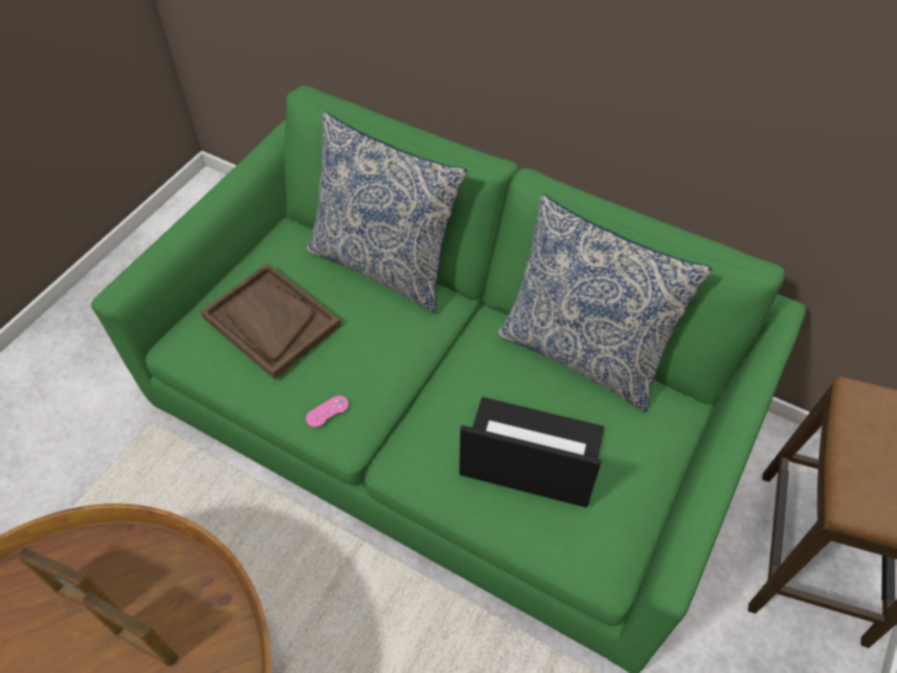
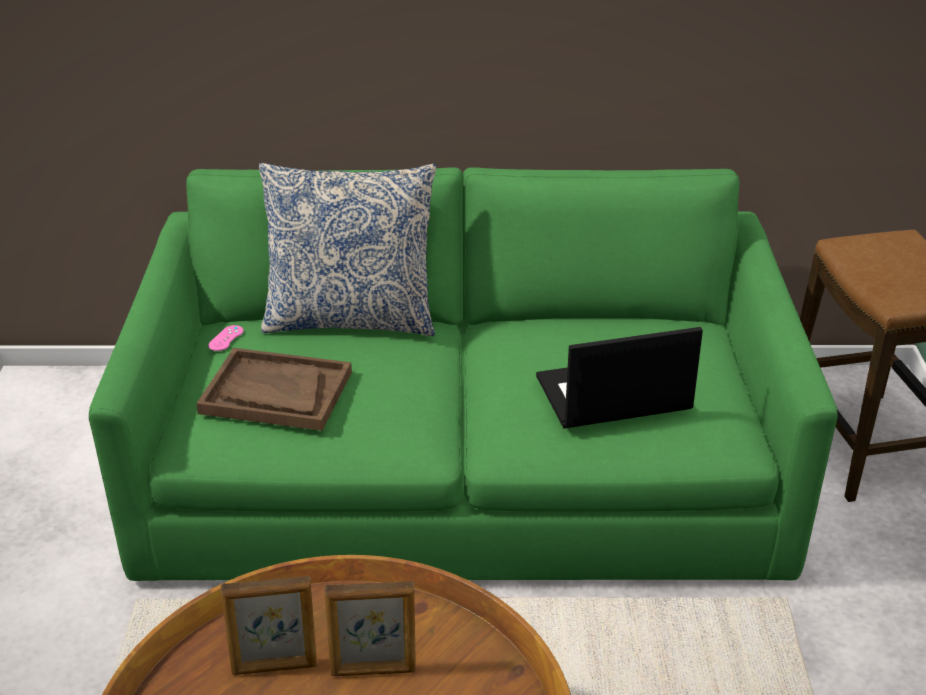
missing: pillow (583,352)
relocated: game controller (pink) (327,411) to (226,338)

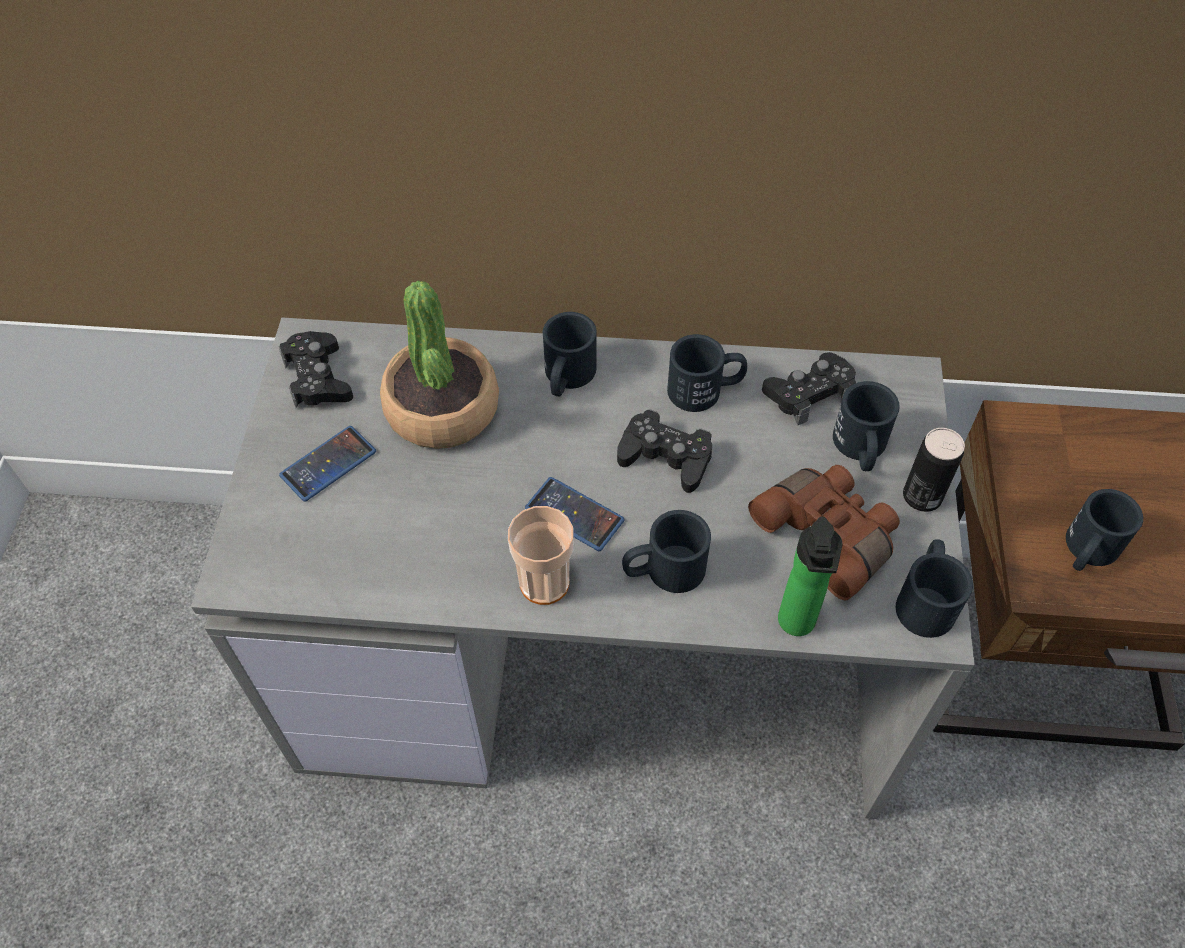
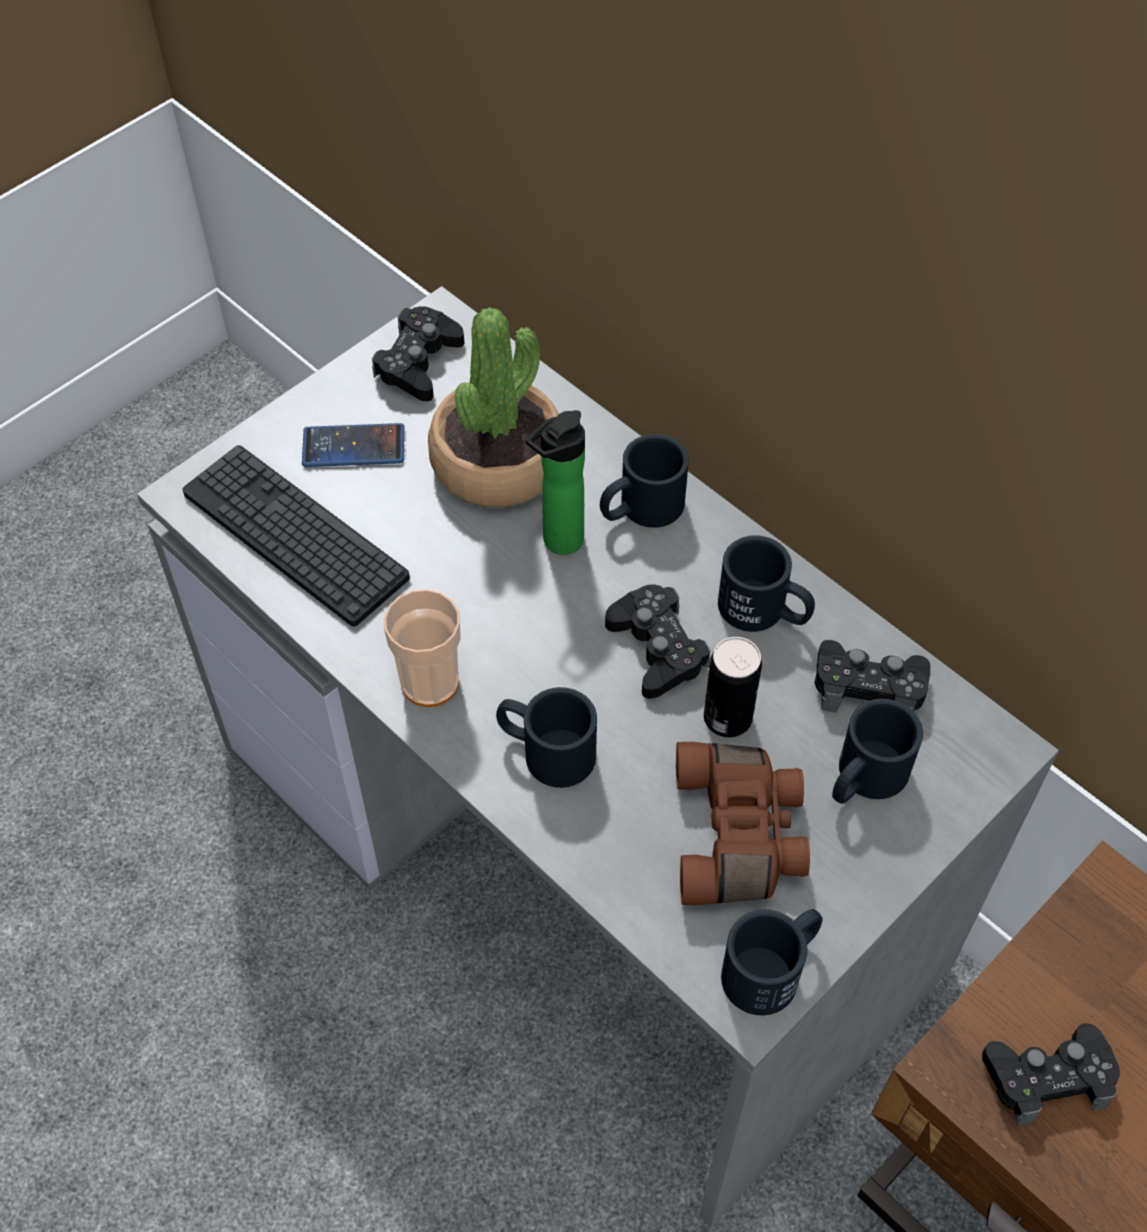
missing: phone (574,514)
appeared: keyboard (294,535)
relocated: can (922,496) to (727,717); bottle (796,625) to (558,543)
exchanged: mug (black) (1087,551) to game controller (black) (1047,1077)

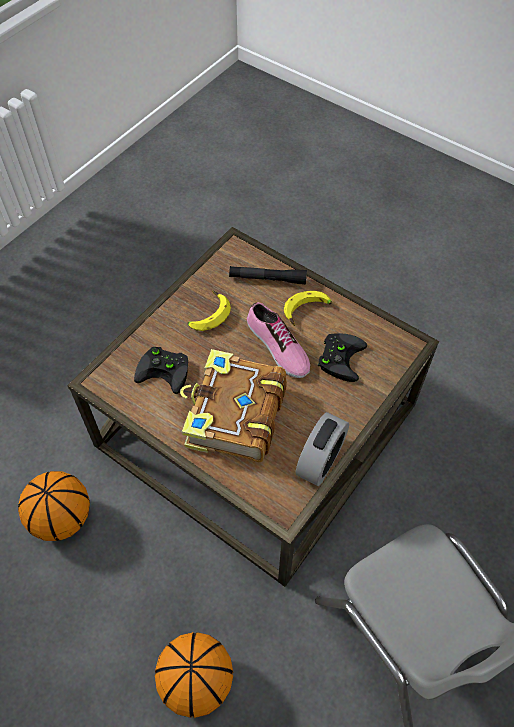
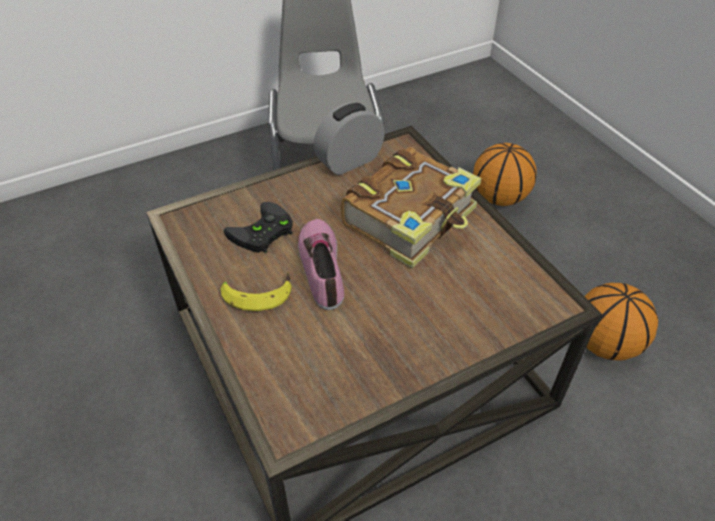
missing: flashlight (black) (267,279); banana (207,314); game controller (black) (166,370)

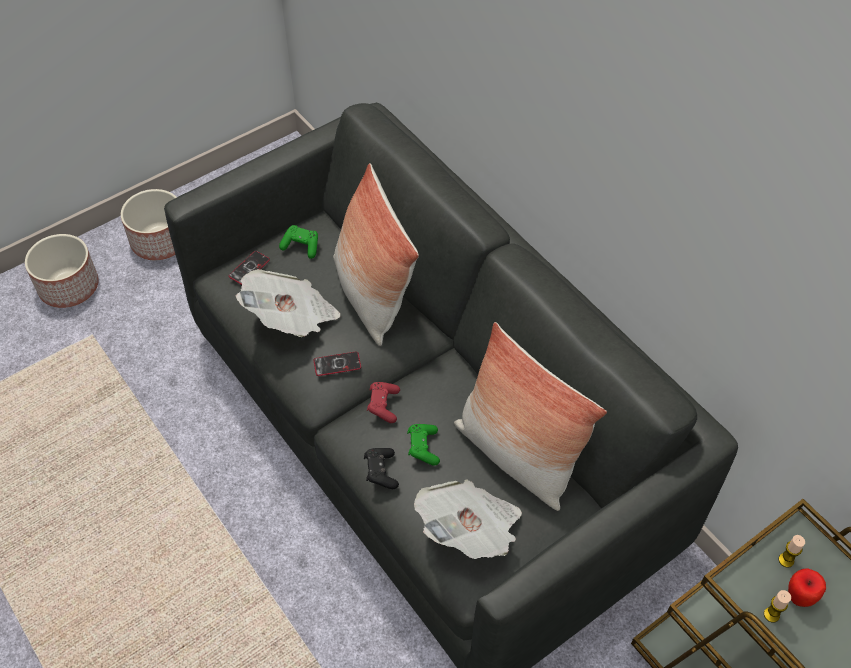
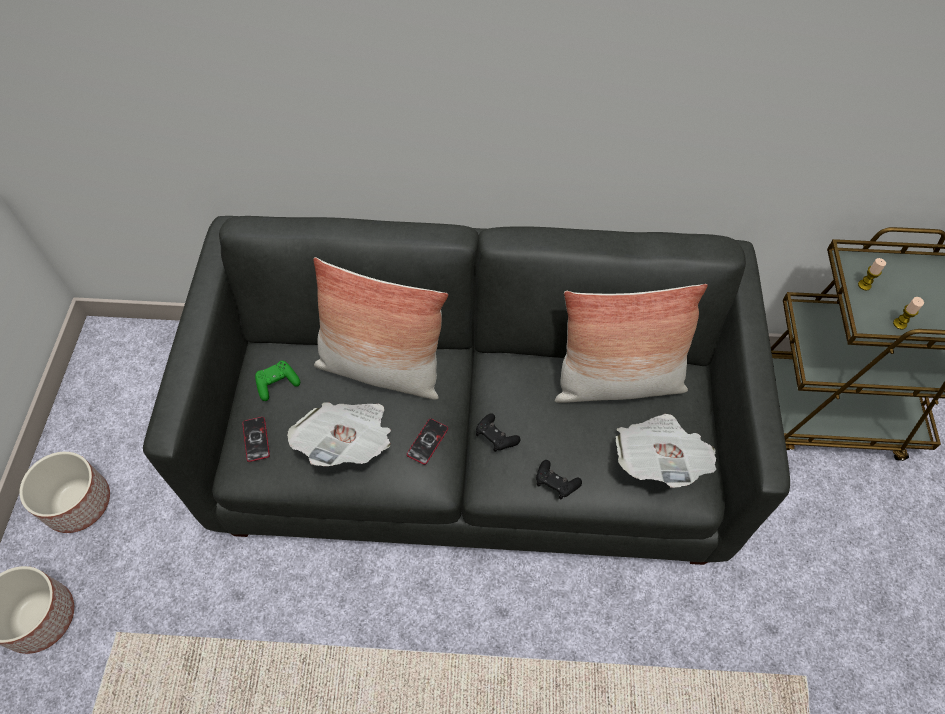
missing: game controller (green) (423,448); apple (799,597)
colour: game controller (red) (383,405) to game controller (black) (495,437)

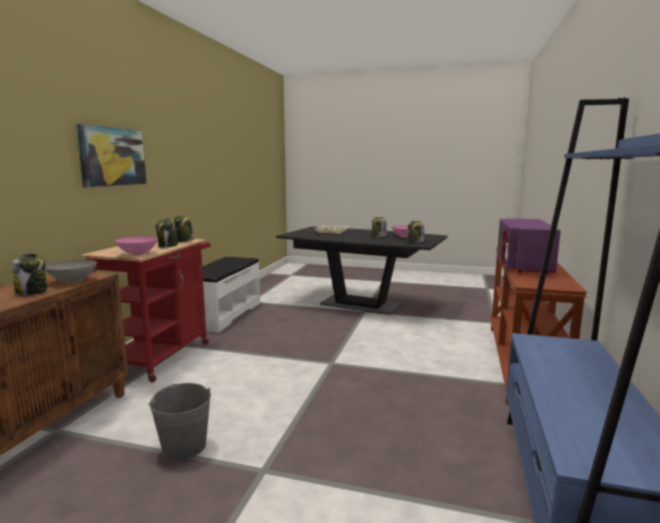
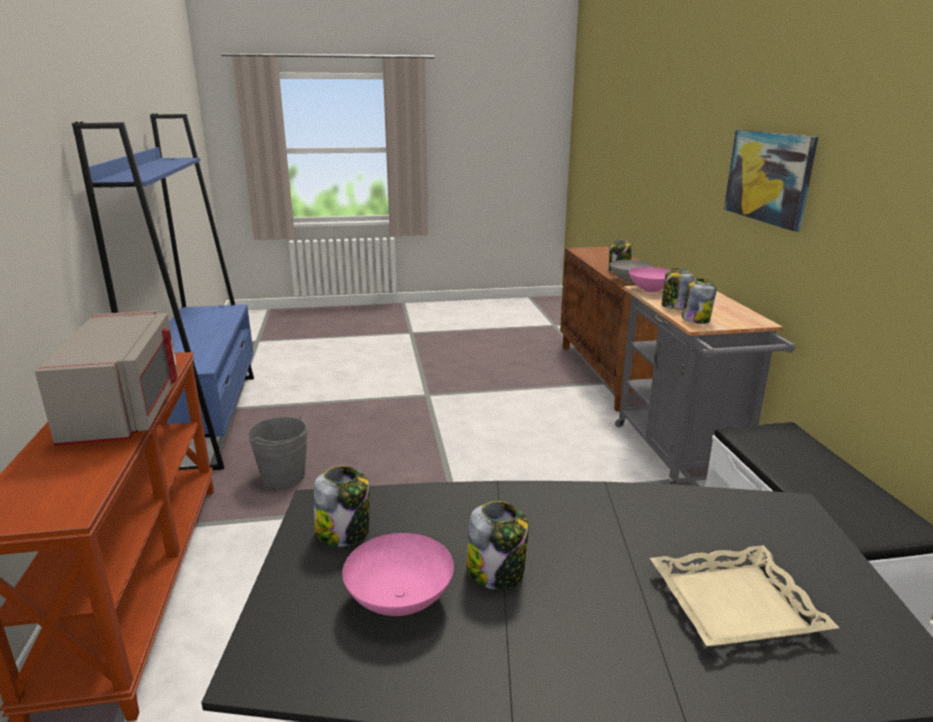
relocated: bucket (grey) (184,446) to (283,477)
colour: microwave (purple) (522,265) to microwave (grey) (126,410); cart (red) (162,355) to cart (grey) (681,457)

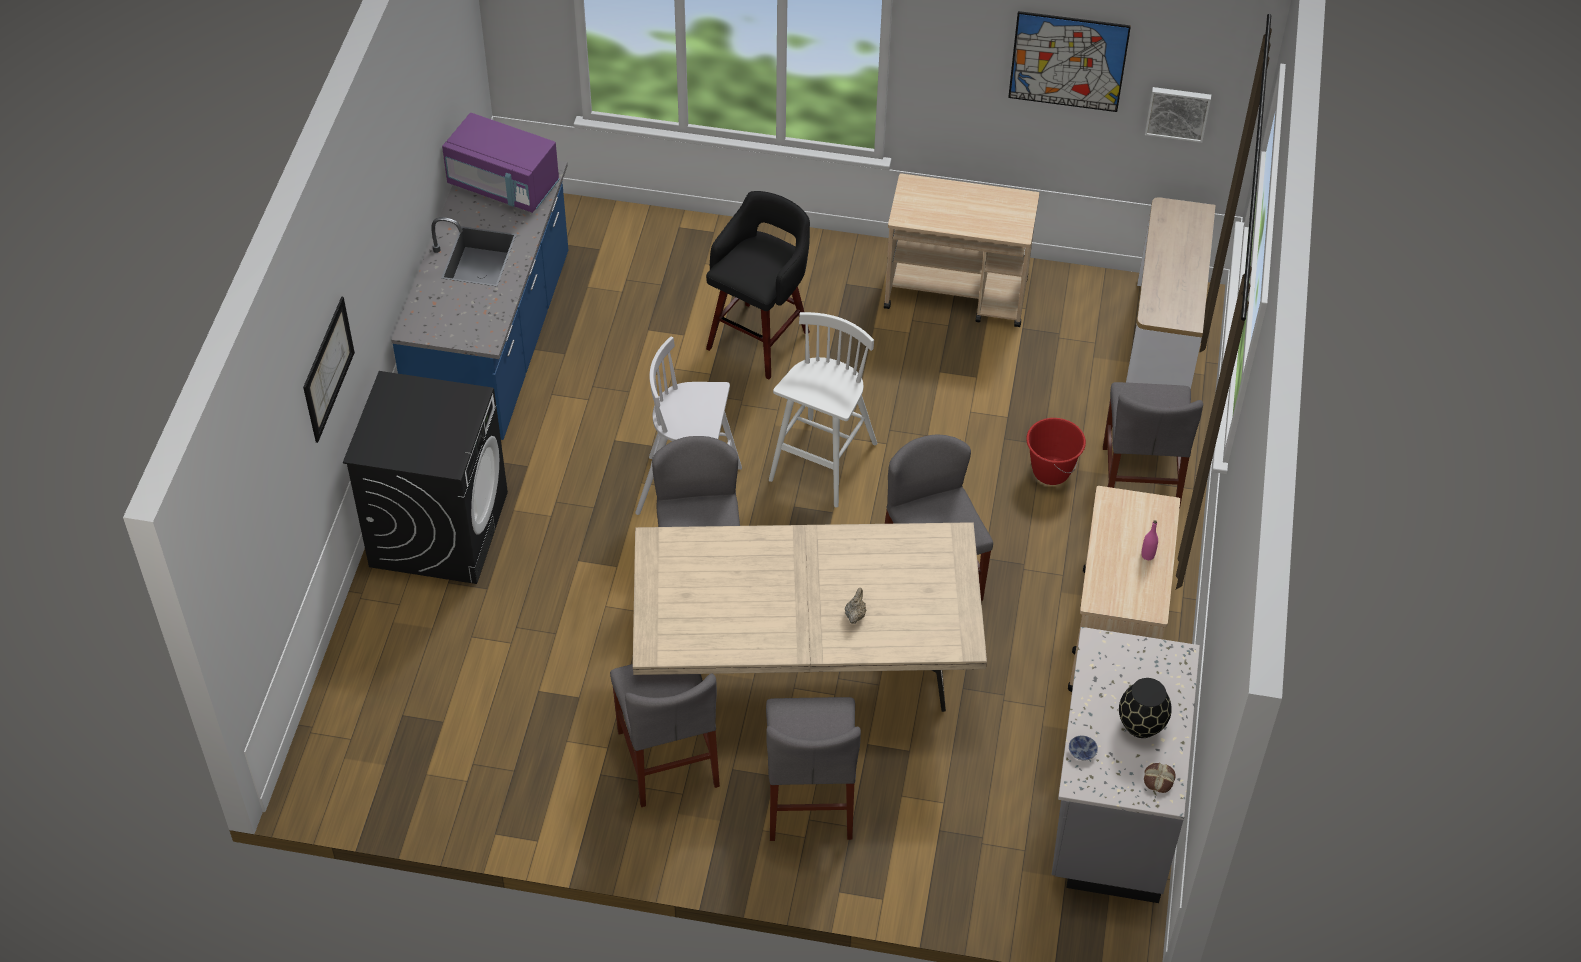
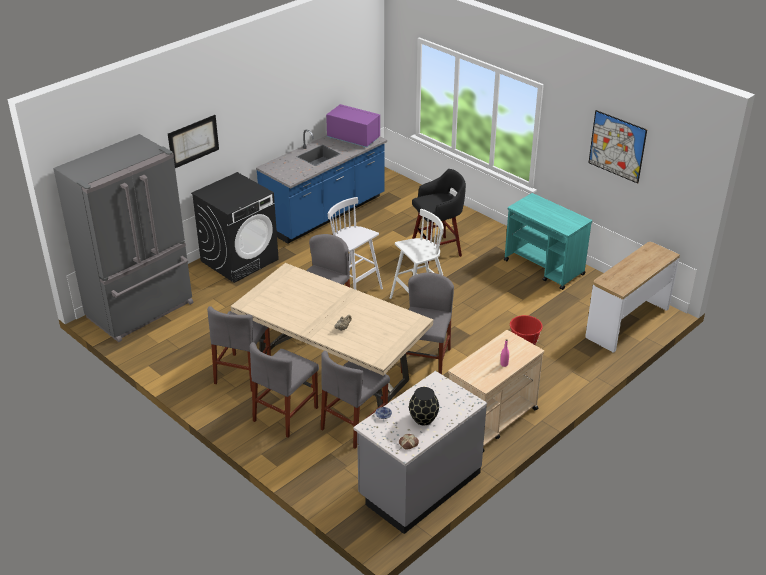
missing: picture (1178,112)
appeared: fridge (grey) (142,311)
relocated: chair (grey) (1139,480) to (354,424)
colour: cart (beige) (957,294) to cart (turquoise) (544,268)
spun: microwave (purple) (504,185) = (353,138) 150 degrees clockwise

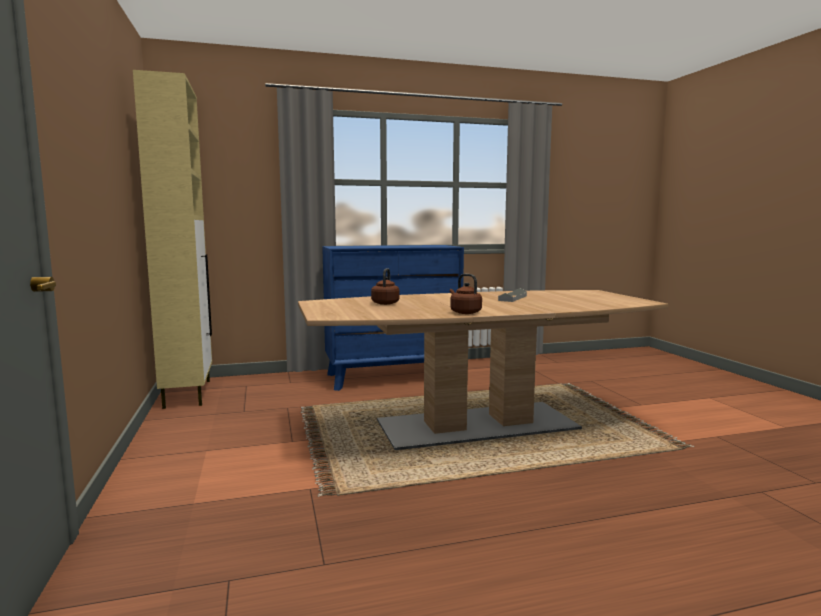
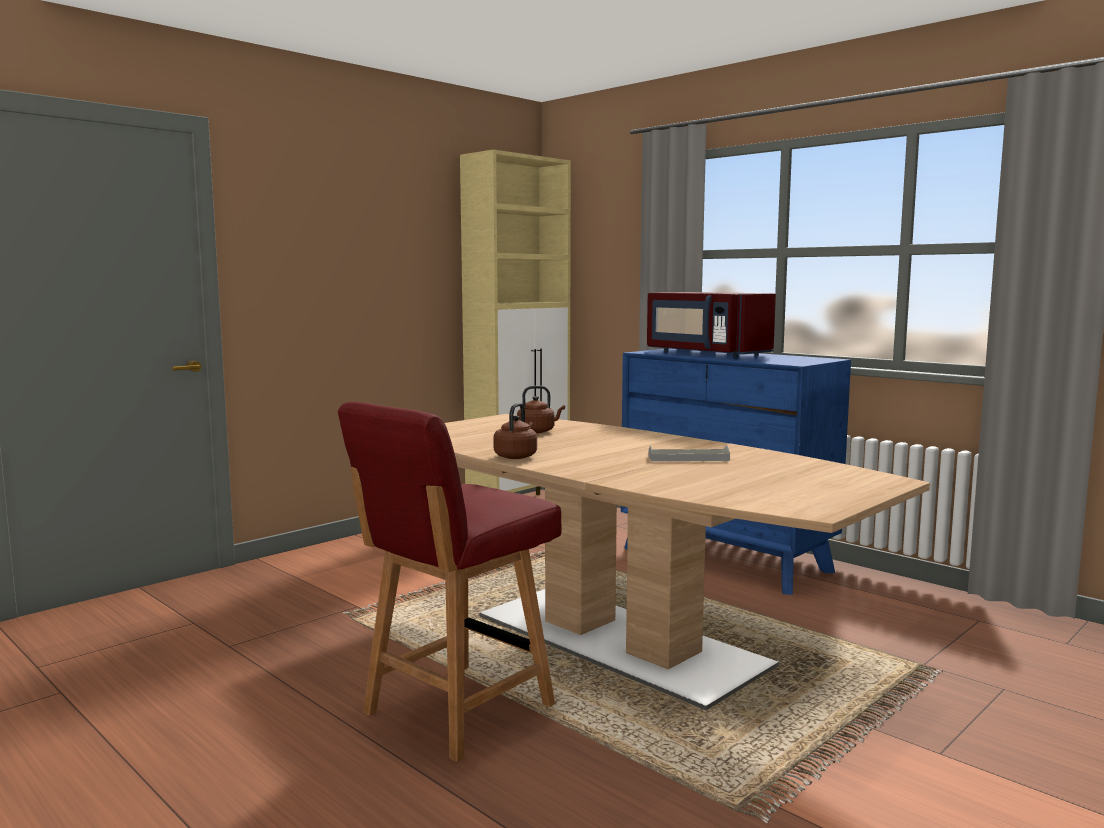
appeared: microwave (red) (705,354); chair (red) (455,711)

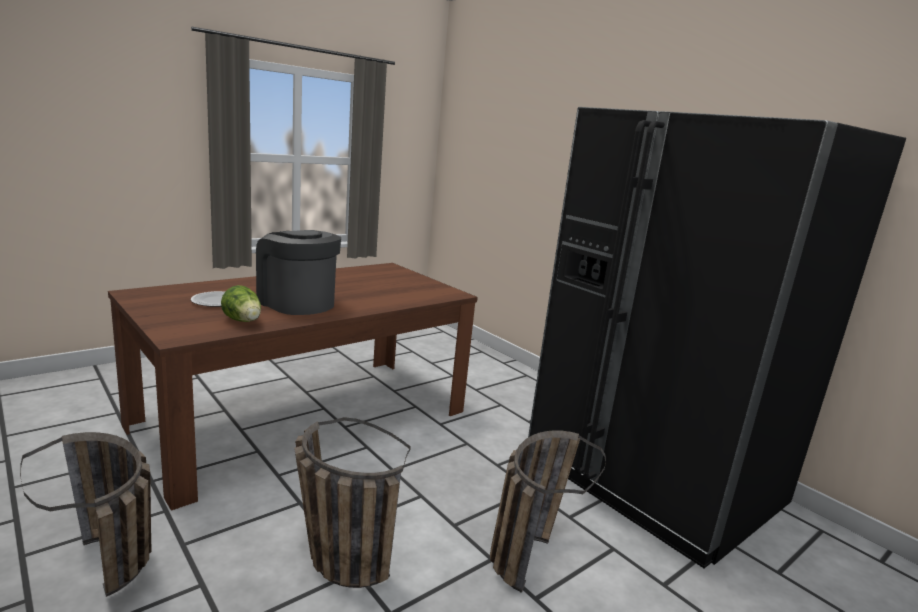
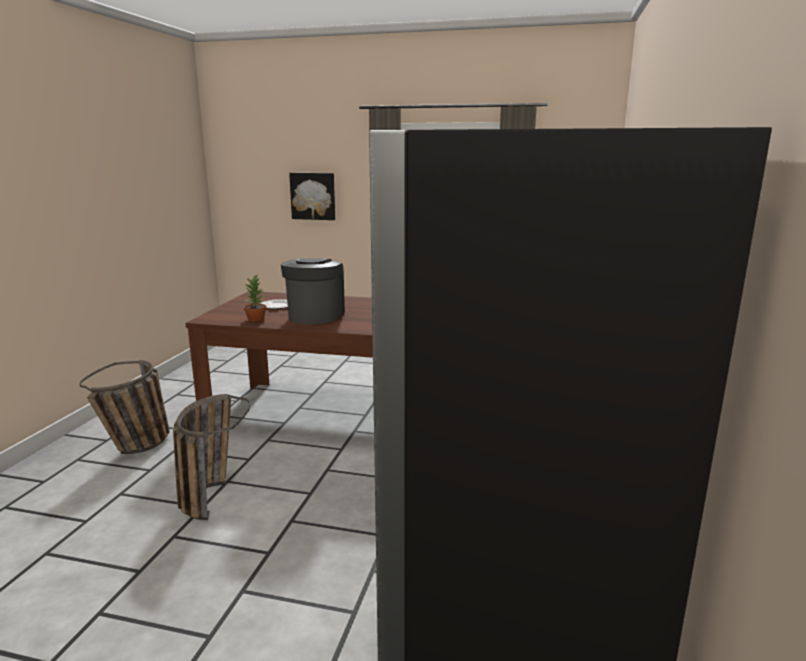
missing: basket (529,550)
appeared: picture (313,196)
exchanged: lettuce (243,321) to potted plant (256,319)

